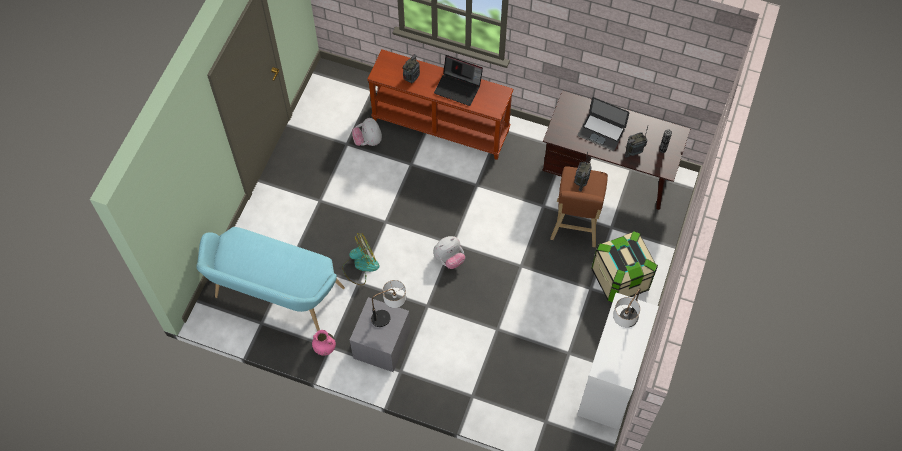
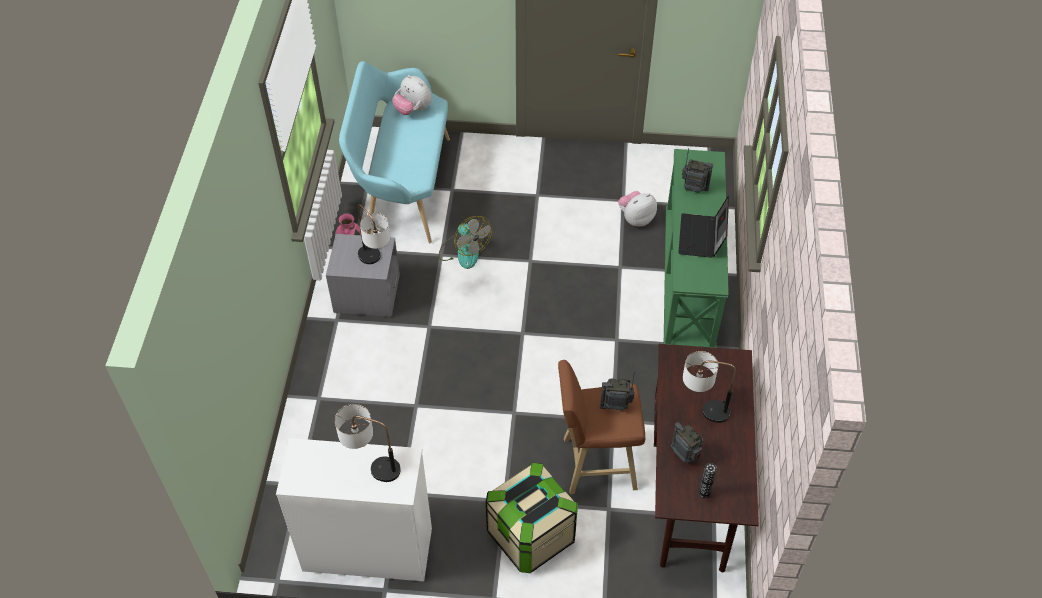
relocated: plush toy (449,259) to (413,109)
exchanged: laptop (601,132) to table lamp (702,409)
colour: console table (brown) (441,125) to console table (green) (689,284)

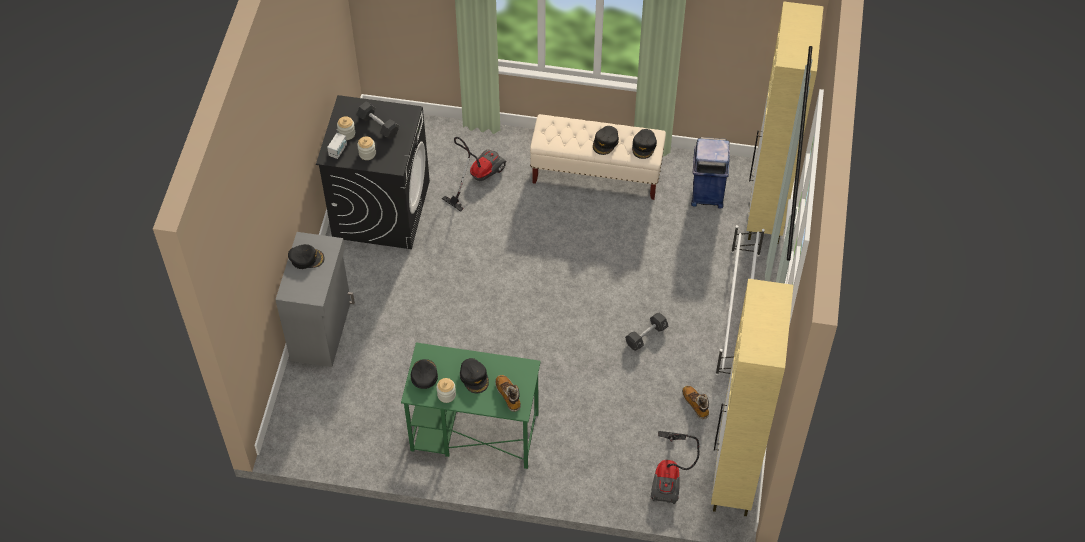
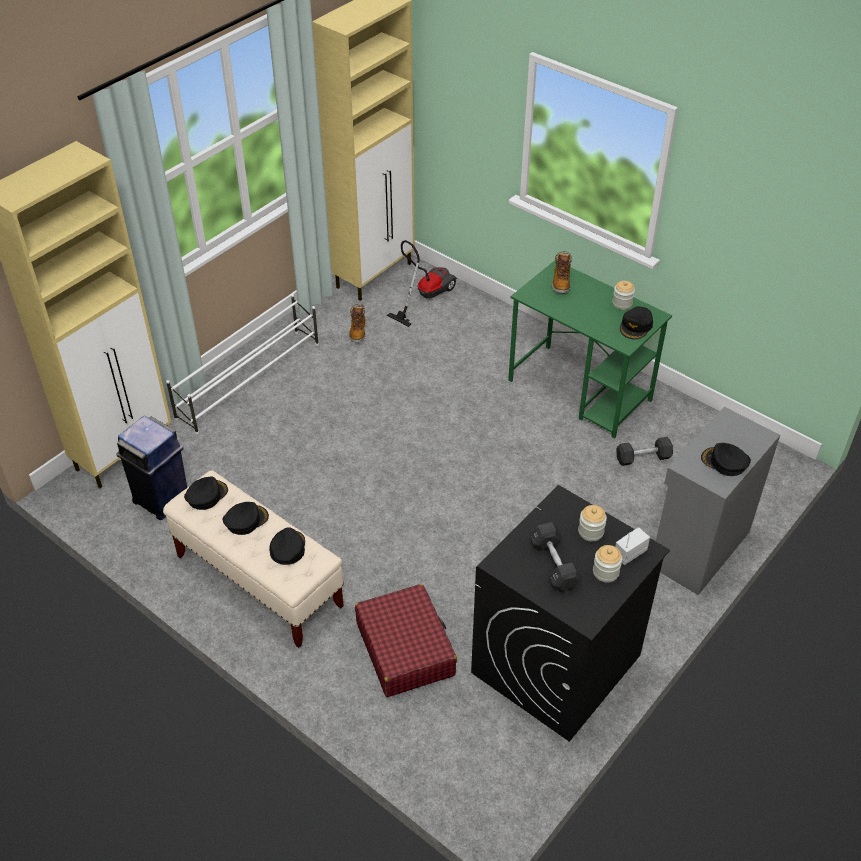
relocated: dumbbell (black) (646,336) to (643,458); cap (black) (474,377) to (287,548)
exchanged: vacuum cleaner (477,177) to suitcase (red) (405,648)

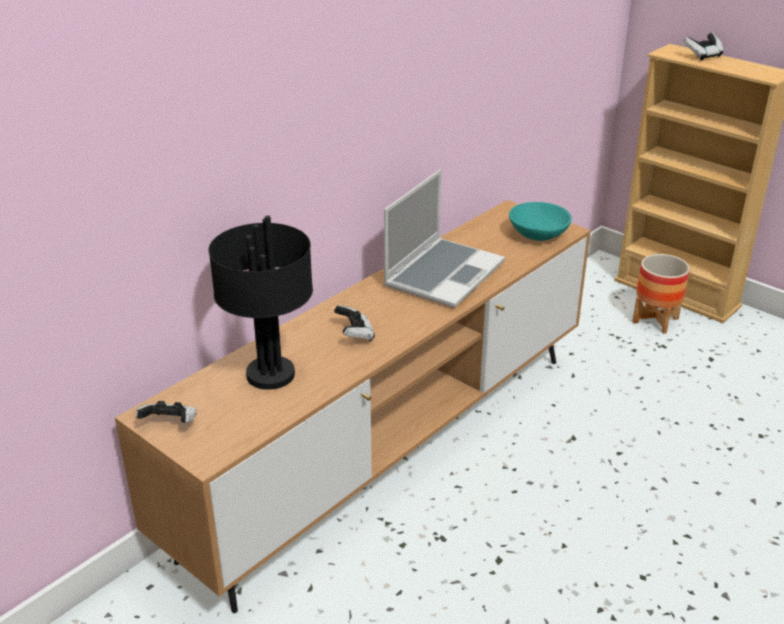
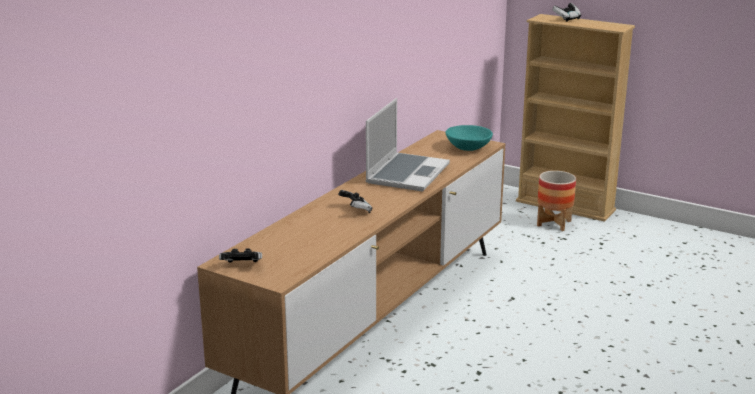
missing: table lamp (black) (269,375)

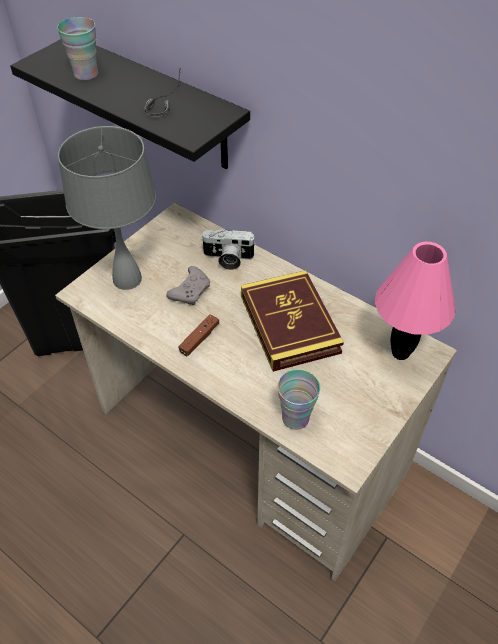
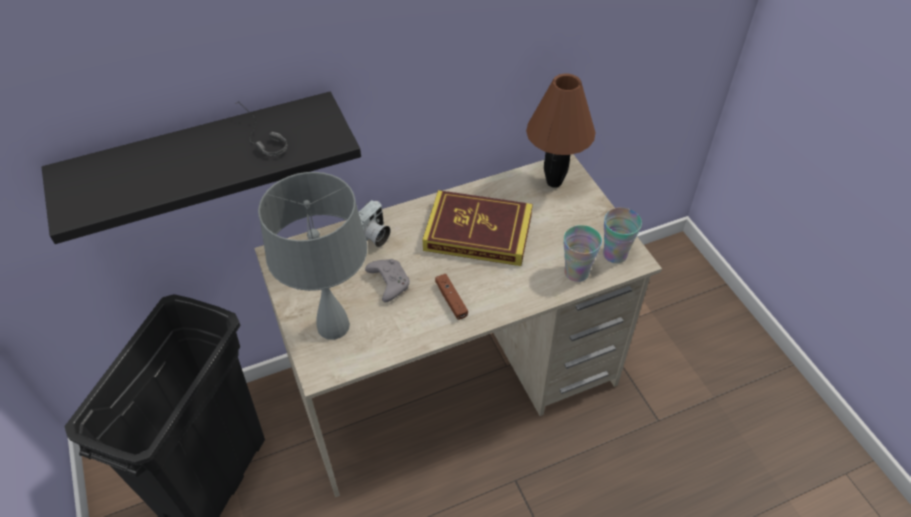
relocated: cup (86,74) to (615,254)
colour: table lamp (pink) (400,352) to table lamp (brown) (553,182)

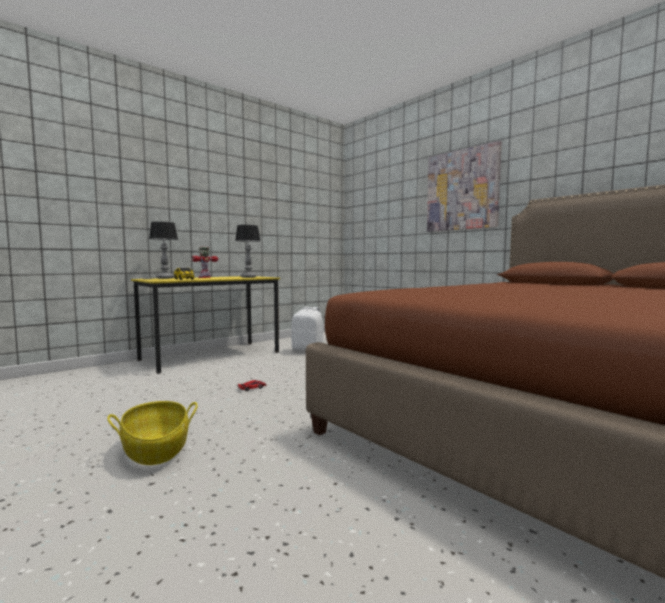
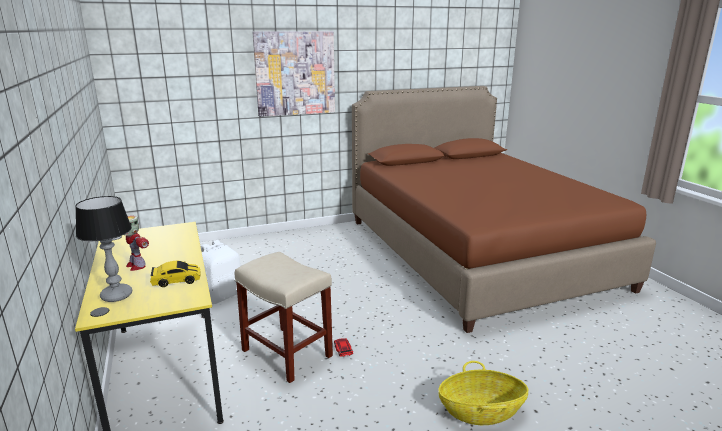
missing: table lamp (248,277)
appeared: stool (beige) (288,353)

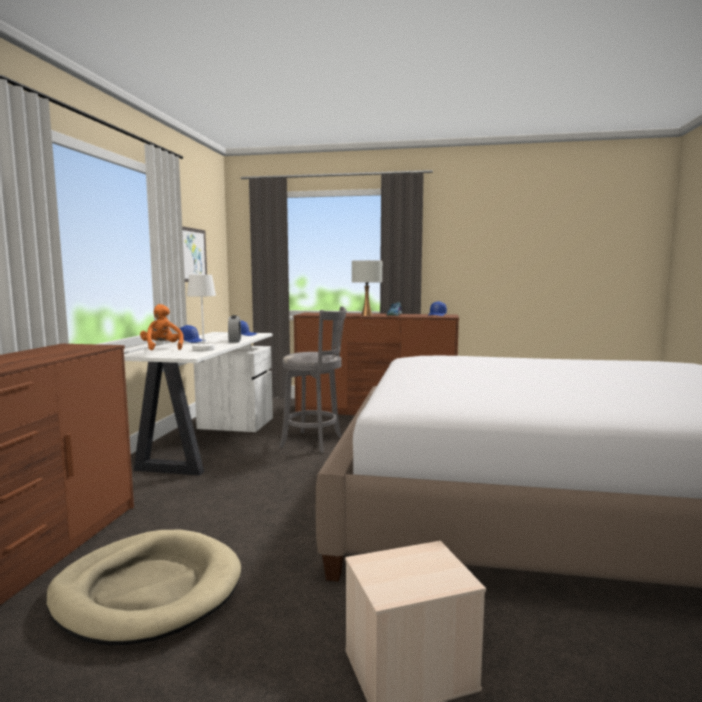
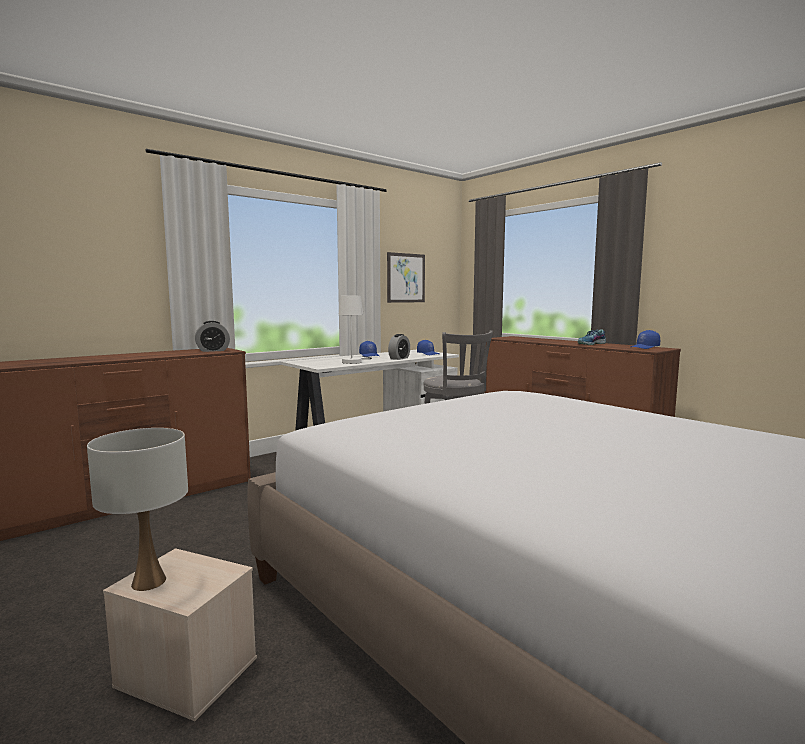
missing: plush toy (orange) (162,348); dog bed (beige) (148,590)
appeared: alarm clock (213,350)
relocated: table lamp (white) (366,315) to (148,582)

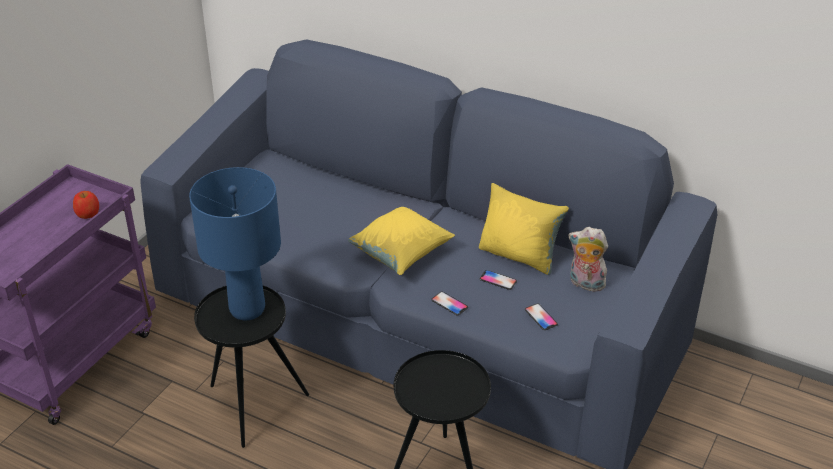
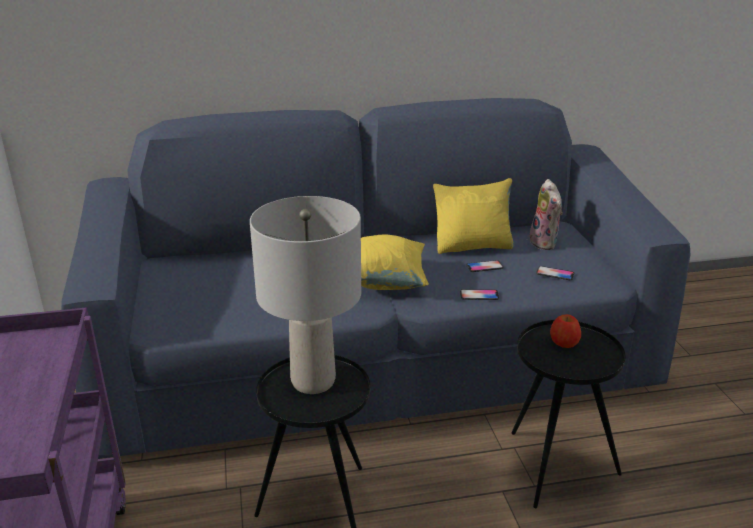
relocated: apple (88,213) to (564,342)
colour: table lamp (blue) (248,309) to table lamp (grey) (314,381)
spun: plush toy (585,284) = (545,243) 90 degrees counterclockwise

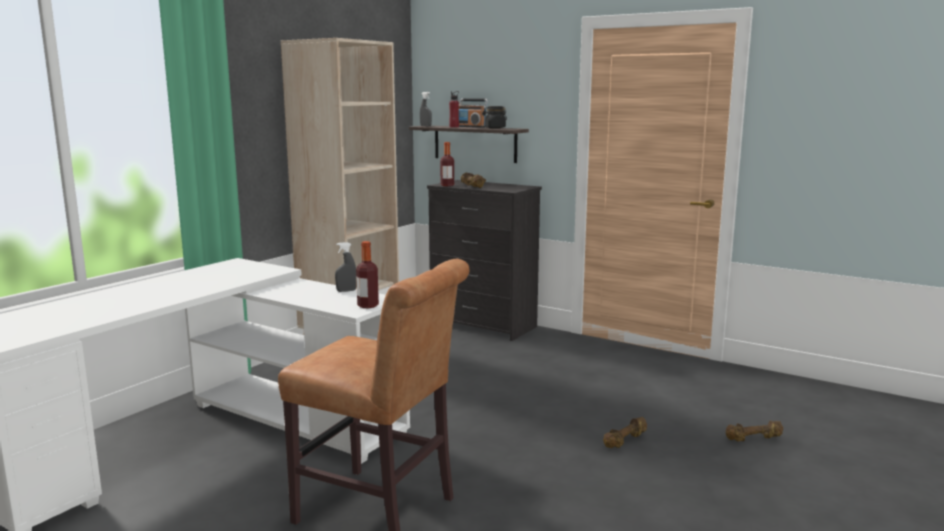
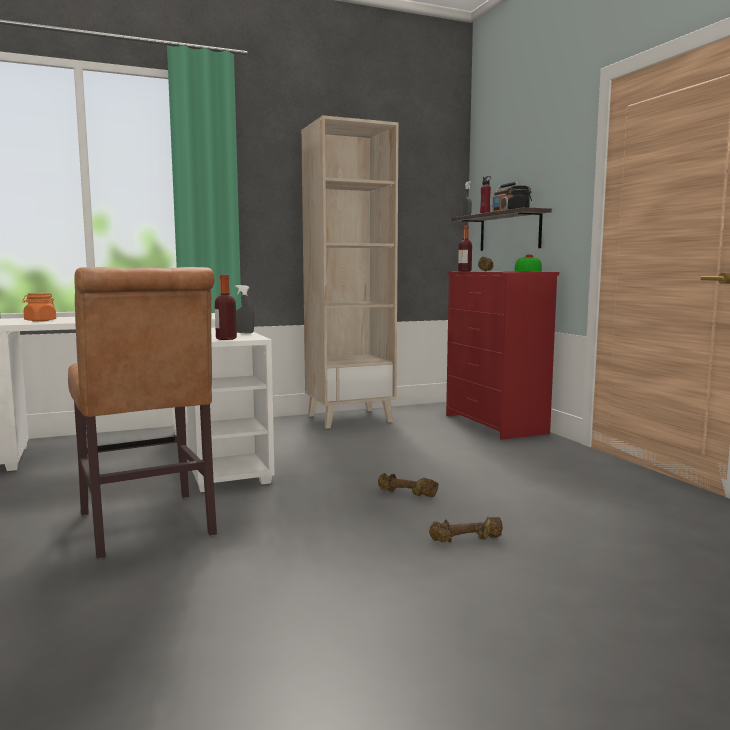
appeared: cap (521,271); jar (orange) (40,321)
relocated: dumbbell (brown) (754,439) to (406,494)
colour: dresser (black) (483,325) to dresser (red) (495,424)

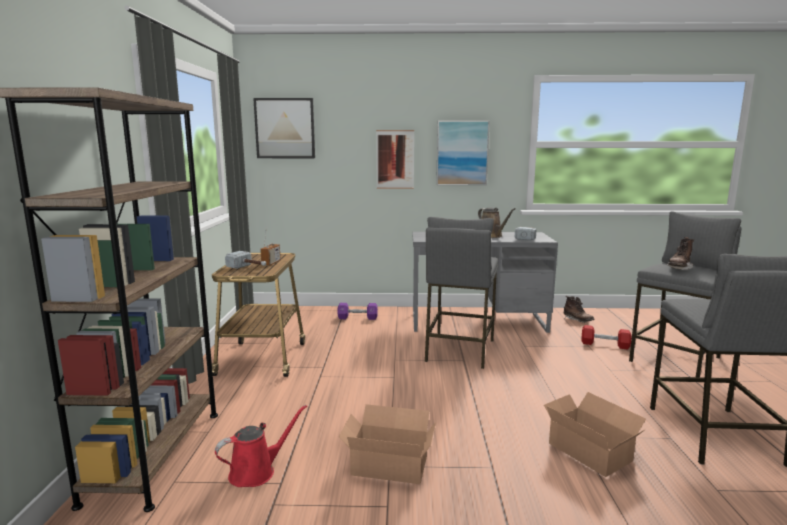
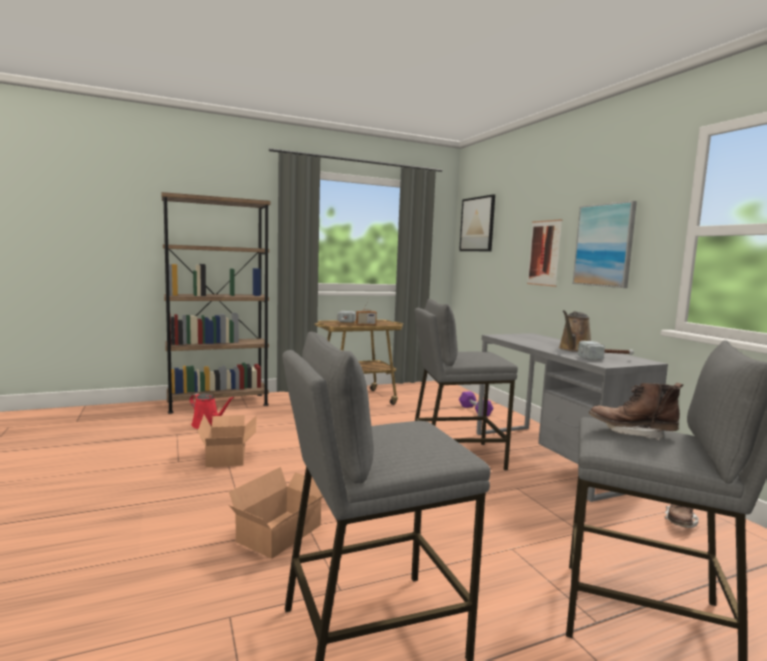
missing: dumbbell (red) (605,344)

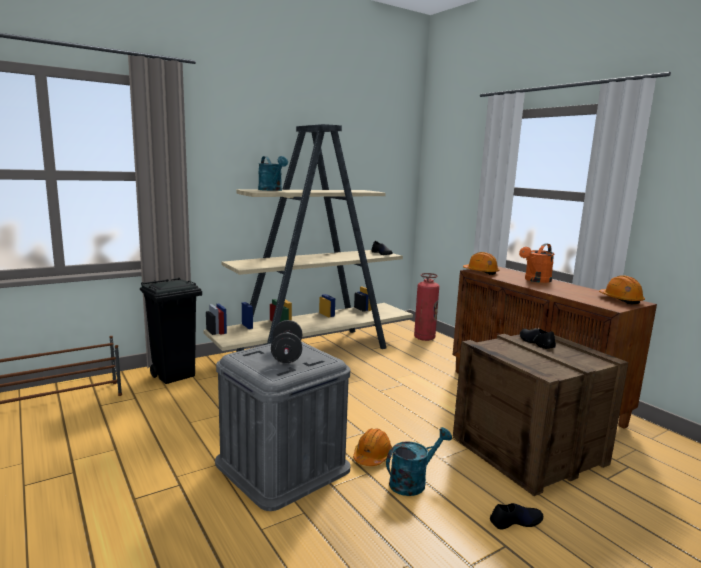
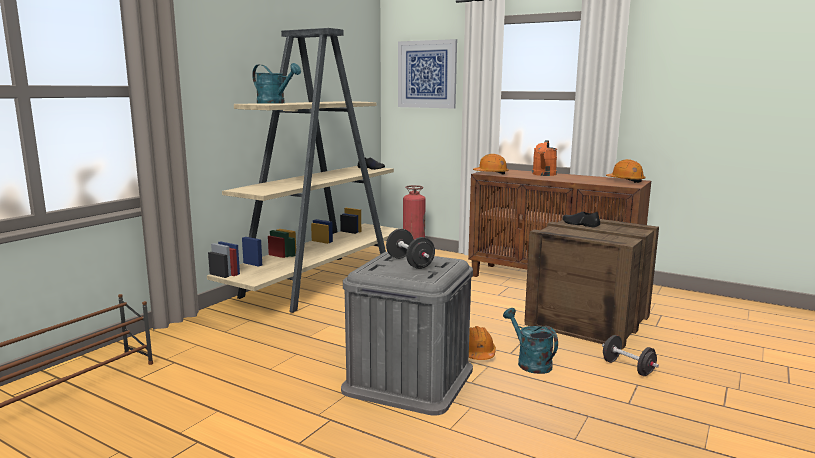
missing: trash can (black) (175,375)
appeared: picture (427,74)
exchanged: shoe (black) (515,521) to dumbbell (black) (628,368)
spun: watering can (turquoise) (413,481) = (530,362) 60 degrees counterclockwise

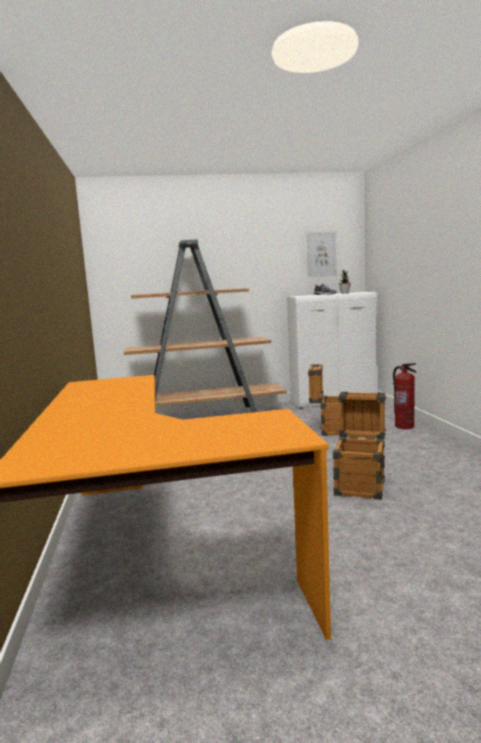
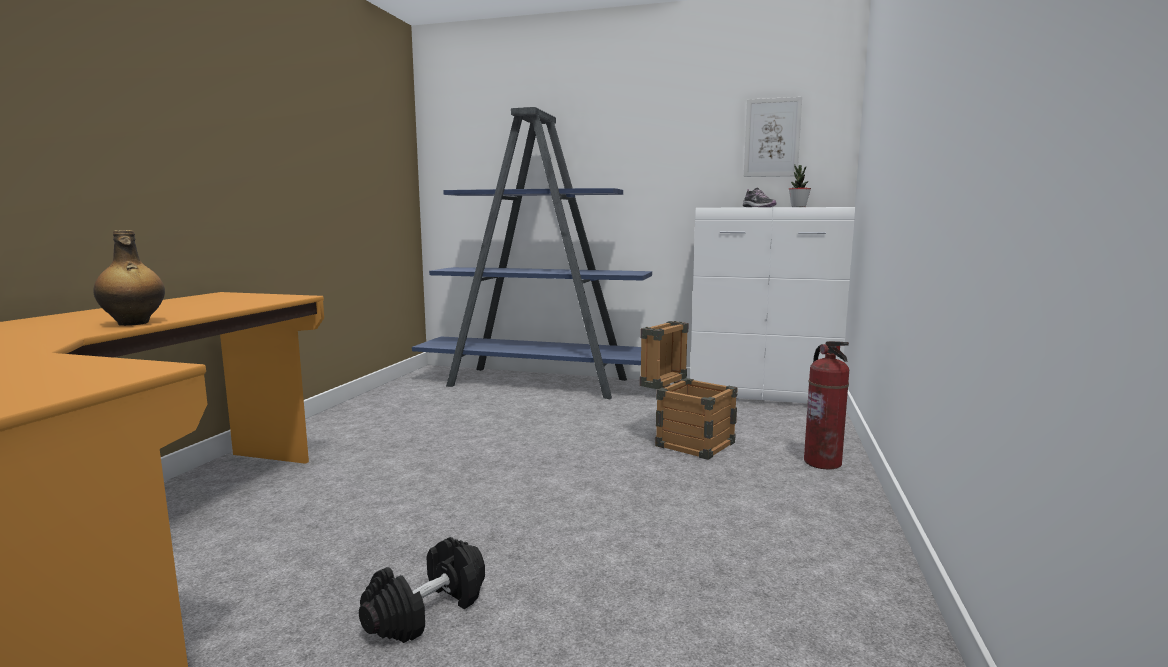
missing: crate (361,485)
appeared: bottle (133,323); dumbbell (black) (427,611)
colour: bookcase (brown) (202,417) to bookcase (blue) (541,383)

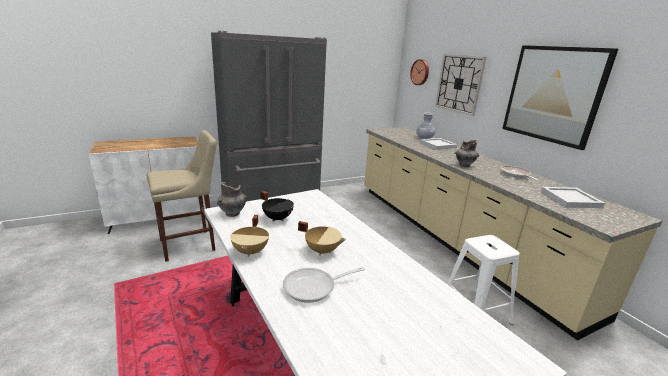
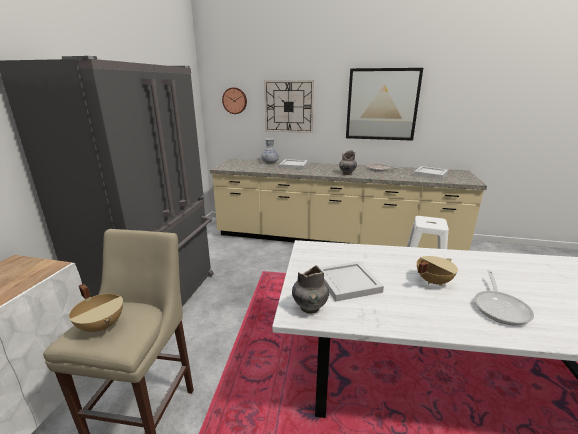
relocated: cooking pot (beige) (251,251) to (102,325)
exchanged: cooking pot (black) (278,218) to tray (white) (347,282)

